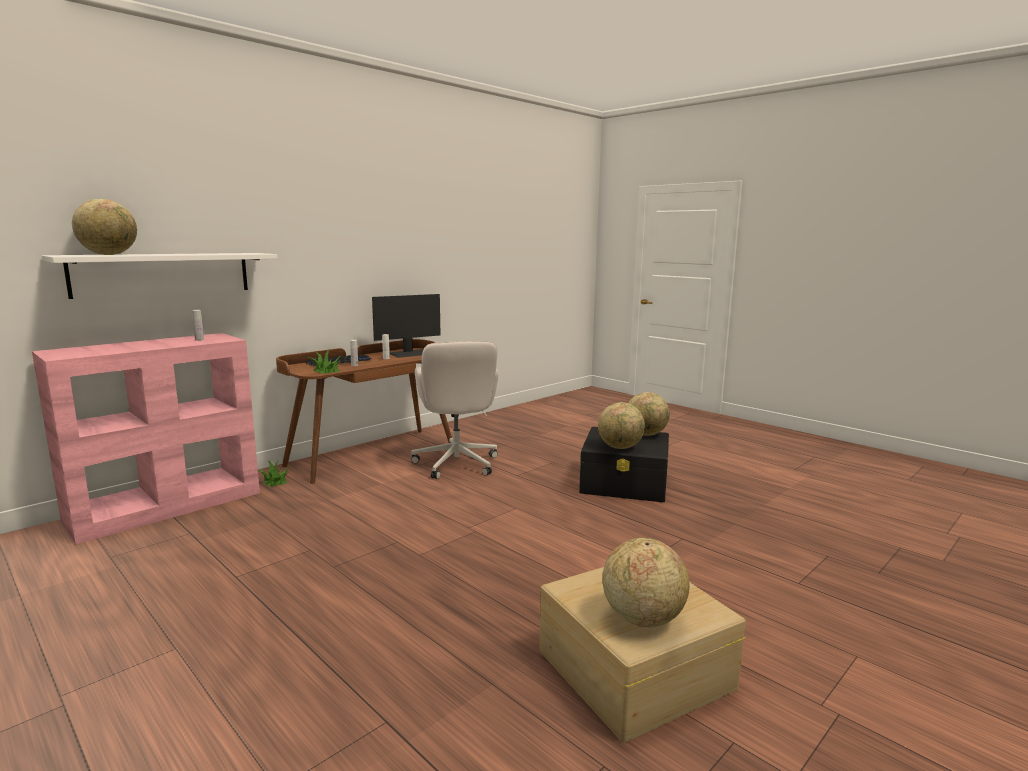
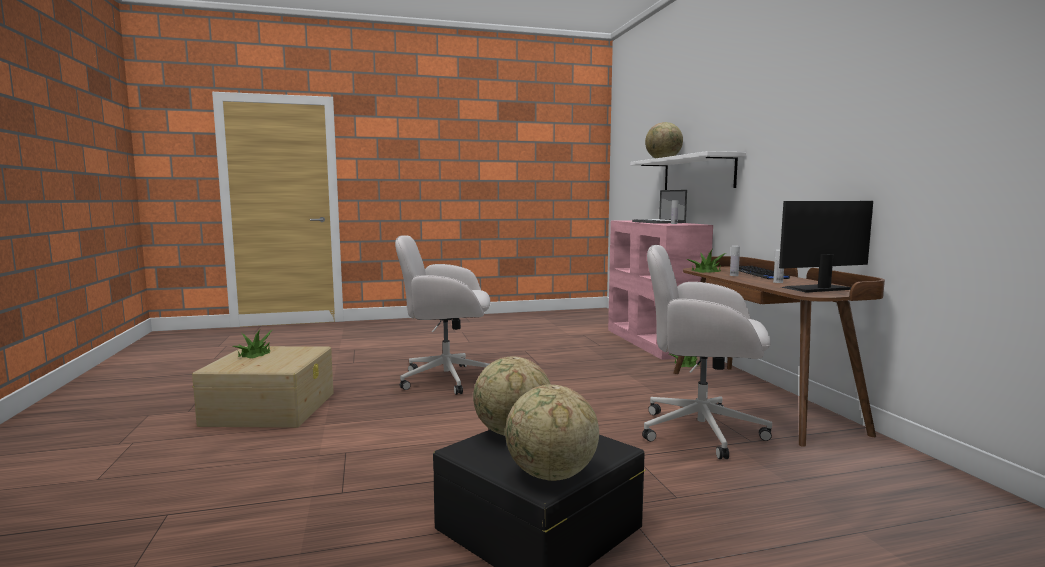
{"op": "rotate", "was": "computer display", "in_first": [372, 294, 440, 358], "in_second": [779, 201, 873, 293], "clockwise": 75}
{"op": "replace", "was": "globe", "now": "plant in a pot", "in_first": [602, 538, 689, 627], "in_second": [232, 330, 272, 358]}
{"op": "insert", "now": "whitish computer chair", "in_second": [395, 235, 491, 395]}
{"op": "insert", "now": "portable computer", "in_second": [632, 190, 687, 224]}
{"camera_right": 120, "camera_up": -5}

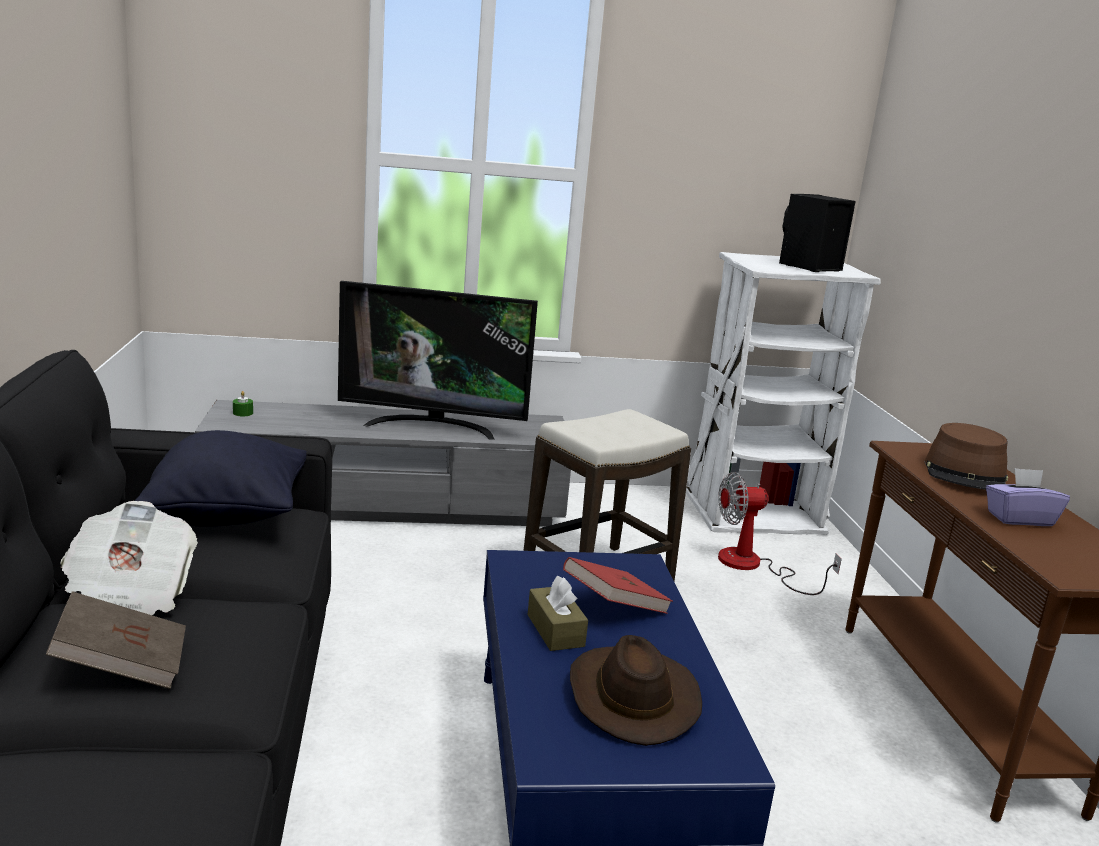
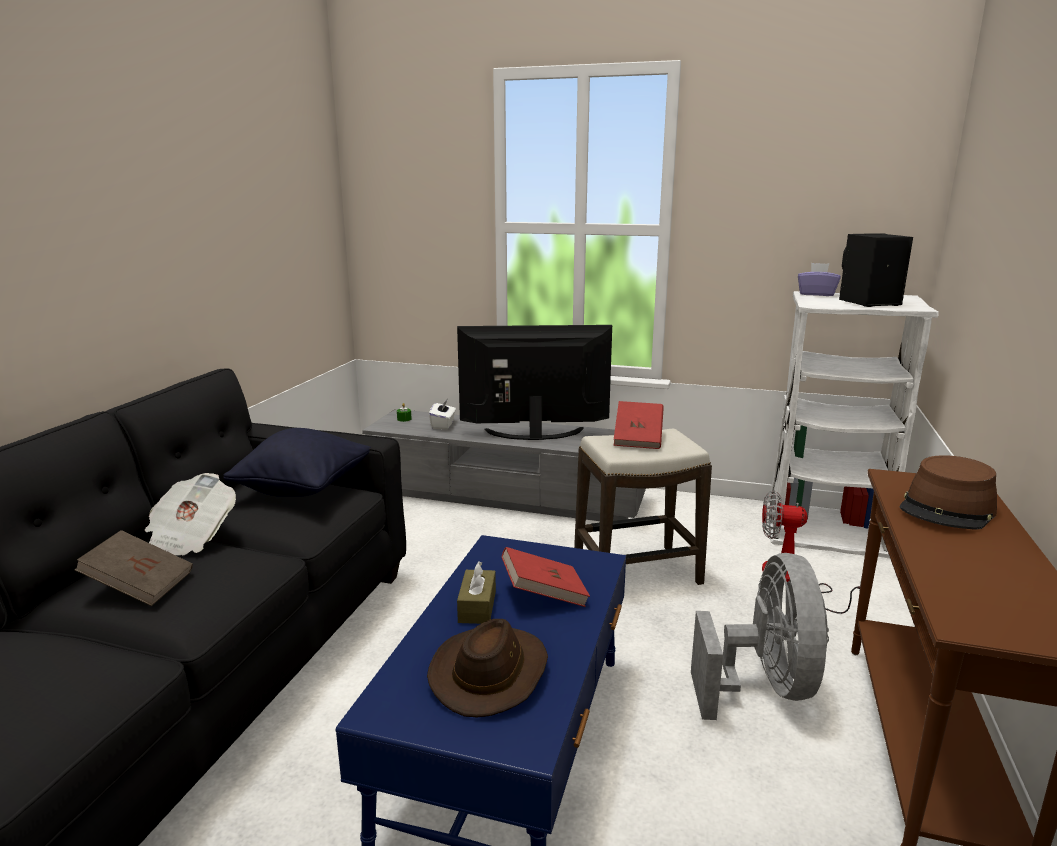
{"op": "rotate", "was": "TV set", "in_first": [338, 281, 538, 440], "in_second": [457, 325, 612, 440], "clockwise": 150}
{"op": "move", "was": "purple box of tissues", "in_first": [986, 468, 1070, 526], "in_second": [798, 263, 841, 296]}
{"op": "insert", "now": "whitish box of tissues", "in_second": [429, 399, 456, 429]}
{"op": "insert", "now": "red-coloured volume", "in_second": [614, 401, 664, 449]}
{"op": "insert", "now": "greyish cooling fan", "in_second": [691, 553, 829, 720]}
{"camera_right": 25, "camera_up": 0}

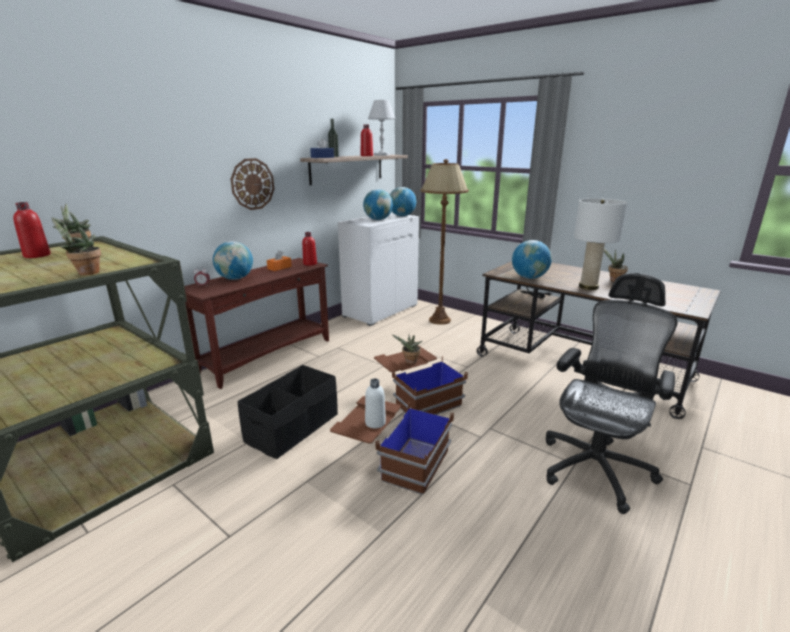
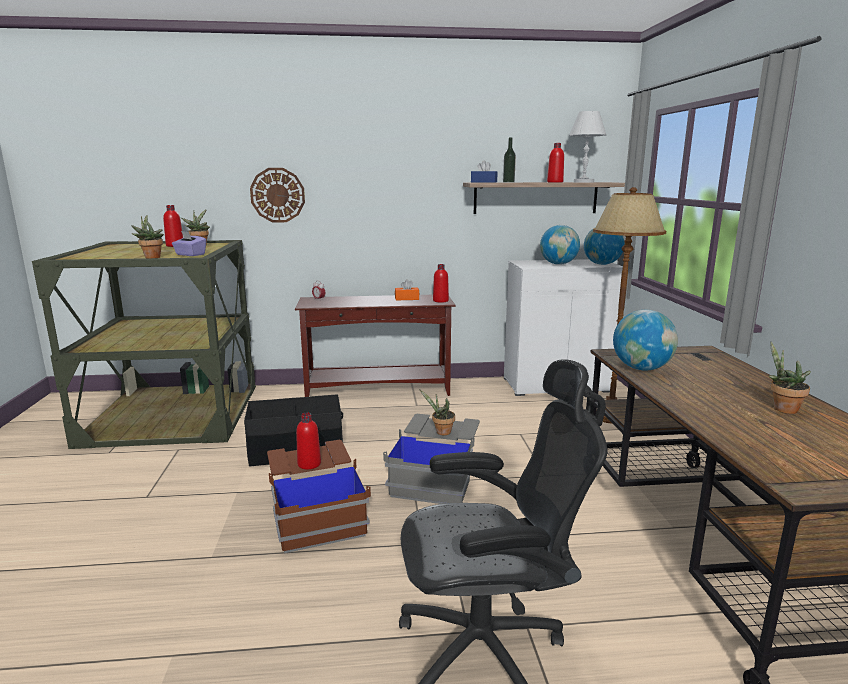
{"op": "delete", "was": "globe", "in_first": [213, 241, 253, 280]}
{"op": "move", "was": "clock on the wall", "in_first": [231, 158, 274, 210], "in_second": [250, 168, 305, 222]}
{"op": "recolor", "was": "whitish bottle", "now": "red-coloured bottle", "in_first": [365, 378, 386, 428], "in_second": [296, 412, 321, 469]}
{"op": "recolor", "was": "brownish storage container", "now": "greyish storage container", "in_first": [374, 345, 468, 415], "in_second": [383, 414, 480, 504]}
{"op": "delete", "was": "whitish tabletop lamp", "in_first": [574, 198, 627, 290]}
{"op": "insert", "now": "purple box of tissues", "in_second": [172, 231, 206, 256]}
{"camera_right": 45, "camera_up": -5}

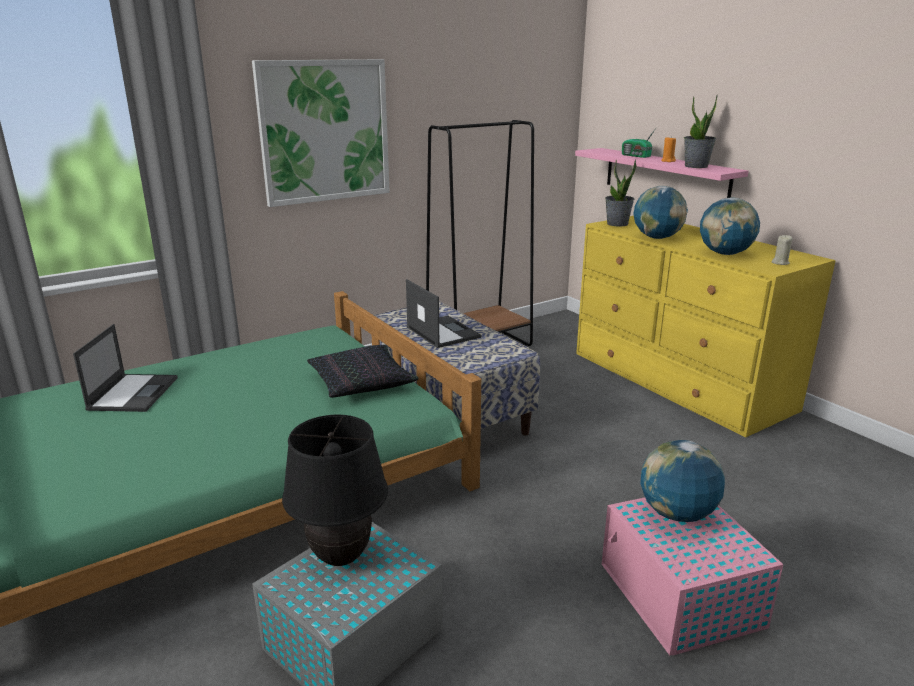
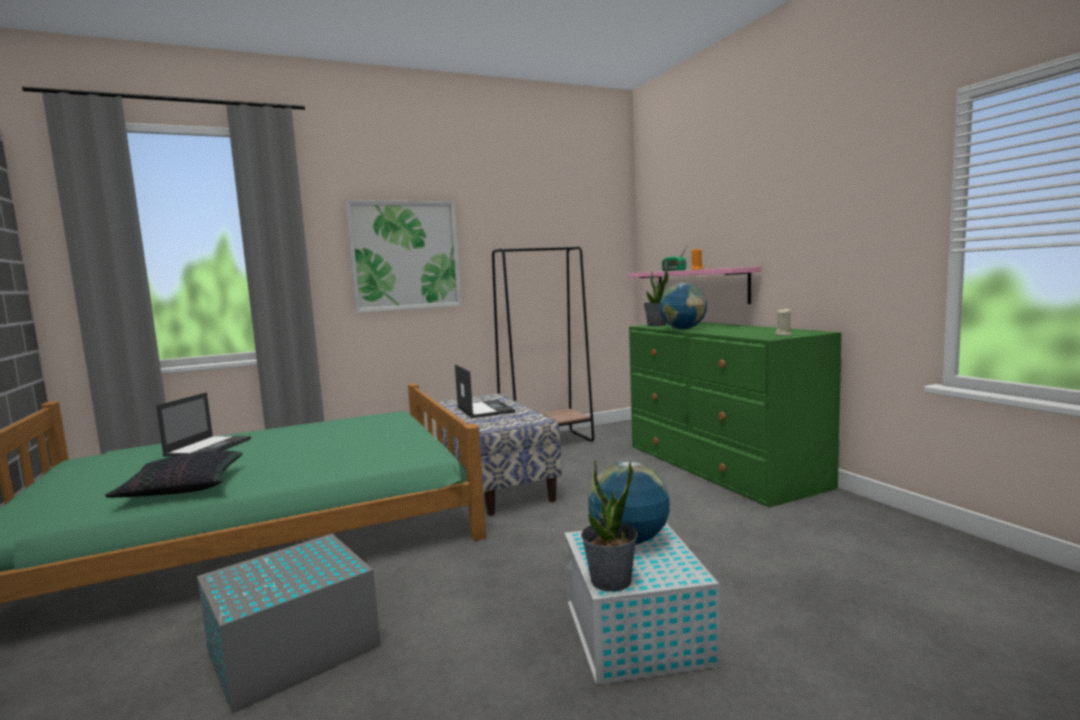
{"op": "delete", "was": "black tabletop lamp", "in_first": [282, 415, 388, 566]}
{"op": "move", "was": "black throw pillow", "in_first": [307, 345, 419, 398], "in_second": [105, 451, 243, 498]}
{"op": "recolor", "was": "yellow-coloured drawer chest", "now": "greenish drawer chest", "in_first": [576, 216, 836, 437], "in_second": [629, 322, 842, 507]}
{"op": "recolor", "was": "pink-coloured storage container", "now": "whitish storage container", "in_first": [602, 497, 783, 655], "in_second": [564, 523, 720, 684]}
{"op": "move", "was": "plant in a pot", "in_first": [684, 95, 718, 168], "in_second": [581, 459, 637, 592]}
{"op": "delete", "was": "globe", "in_first": [700, 198, 760, 255]}
{"camera_right": 10, "camera_up": -15}

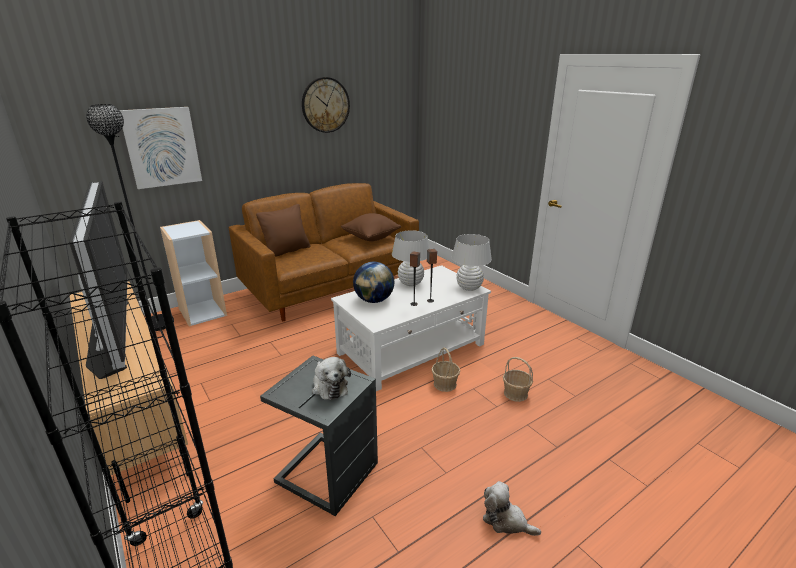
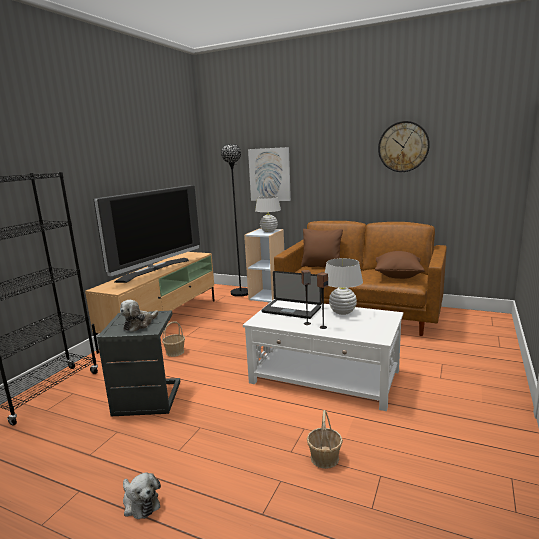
{"op": "replace", "was": "globe", "now": "portable computer", "in_first": [353, 262, 395, 303], "in_second": [262, 271, 322, 319]}
{"op": "move", "was": "household basket", "in_first": [431, 347, 460, 392], "in_second": [162, 321, 185, 357]}
{"op": "move", "was": "whitish tabletop lamp", "in_first": [452, 234, 492, 291], "in_second": [255, 196, 281, 232]}
{"op": "rotate", "was": "cuddly toy", "in_first": [483, 481, 541, 536], "in_second": [123, 473, 161, 519], "clockwise": 135}
{"camera_right": 60, "camera_up": -10}

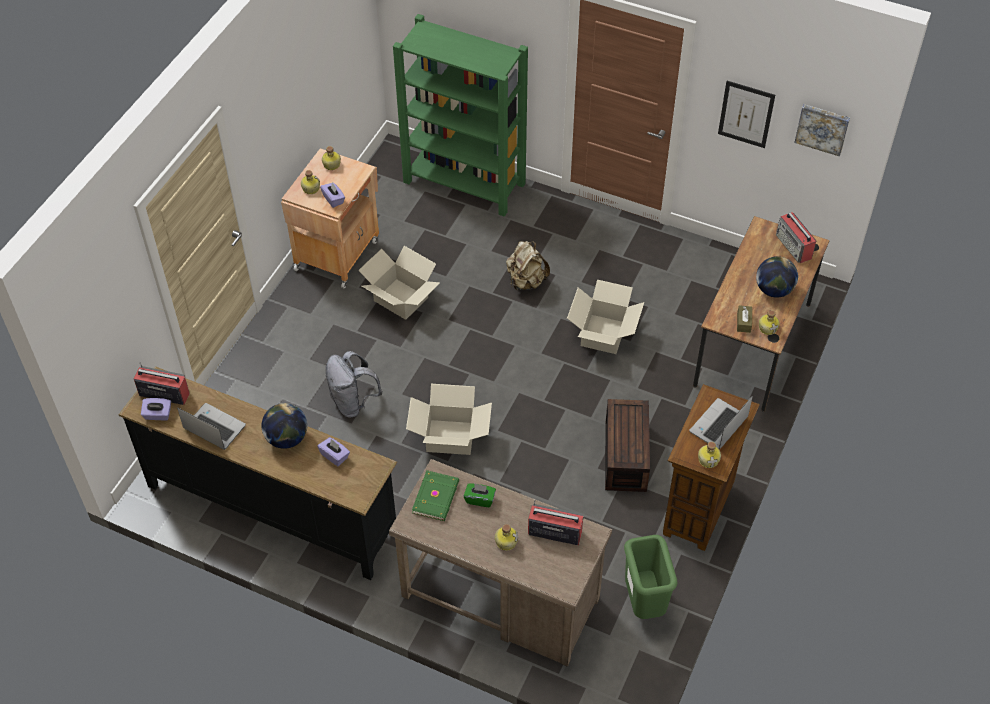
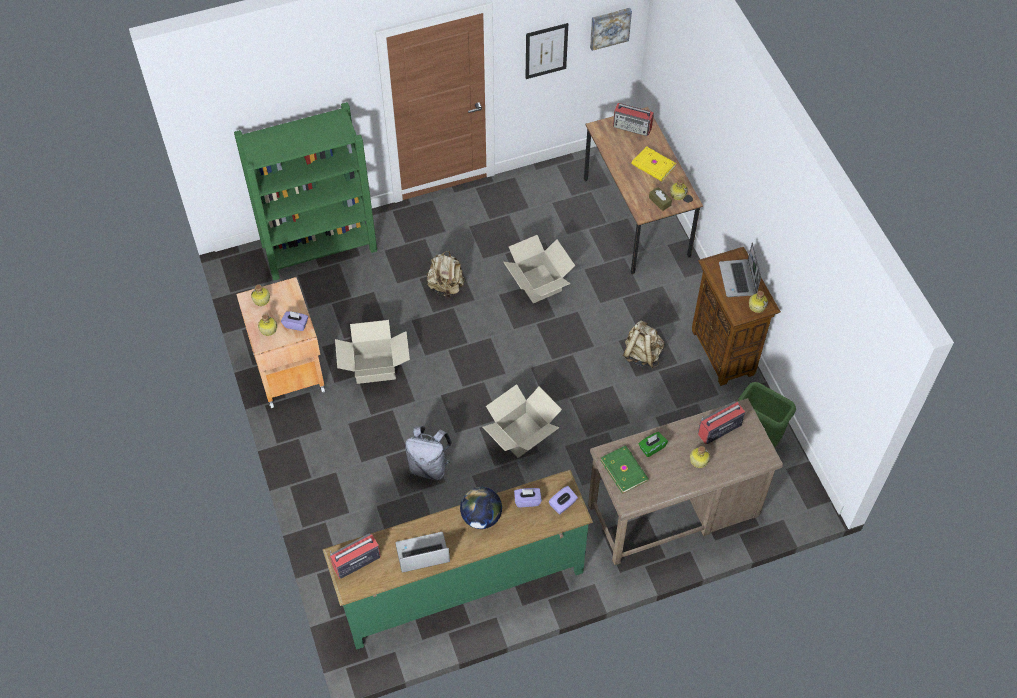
{"op": "recolor", "was": "black cabinet", "now": "greenish cabinet", "in_first": [118, 366, 397, 580], "in_second": [323, 470, 593, 650]}
{"op": "move", "was": "purple box of tissues", "in_first": [141, 398, 171, 420], "in_second": [549, 486, 578, 514]}
{"op": "replace", "was": "brownish storage container", "now": "beige knapsack", "in_first": [605, 399, 650, 492], "in_second": [623, 320, 665, 369]}
{"op": "replace", "was": "globe", "now": "yellow-coloured volume", "in_first": [756, 256, 798, 298], "in_second": [631, 146, 676, 181]}
{"camera_right": -45, "camera_up": 5}

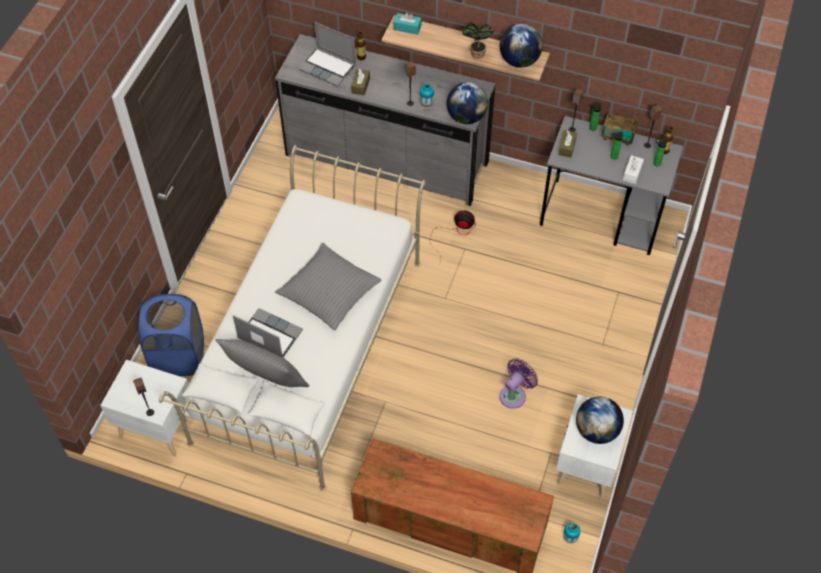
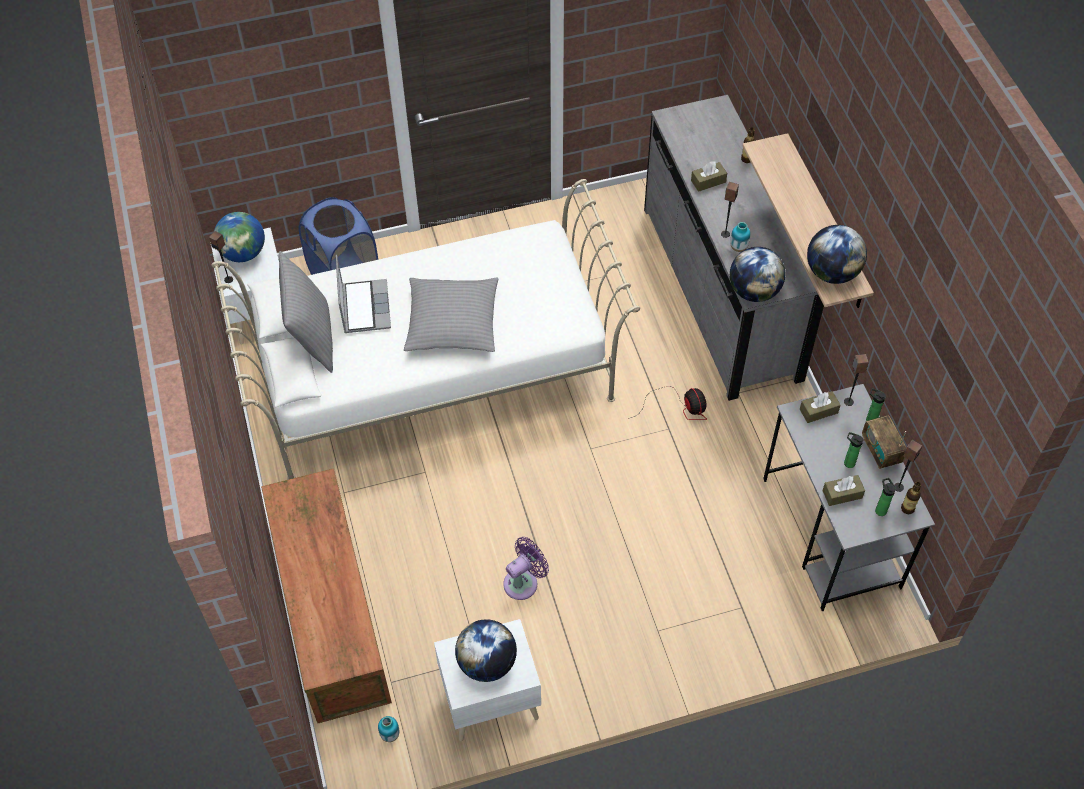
{"op": "delete", "was": "portable computer", "in_first": [298, 22, 356, 87]}
{"op": "delete", "was": "turquoise-coloured box of tissues", "in_first": [394, 12, 421, 35]}
{"op": "delete", "was": "plant in a pot", "in_first": [461, 22, 495, 59]}
{"op": "rotate", "was": "purple cooling fan", "in_first": [499, 358, 538, 409], "in_second": [503, 537, 549, 600], "clockwise": -45}
{"op": "recolor", "was": "whitish box of tissues", "now": "brownish box of tissues", "in_first": [623, 155, 644, 184], "in_second": [822, 475, 865, 506]}
{"op": "insert", "now": "globe", "in_second": [214, 212, 265, 262]}
{"camera_right": 55, "camera_up": 0}

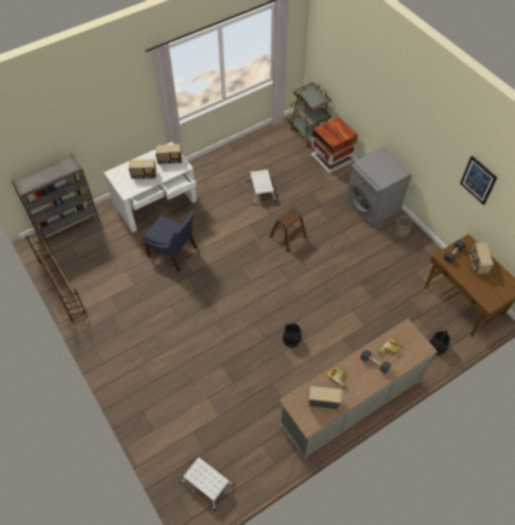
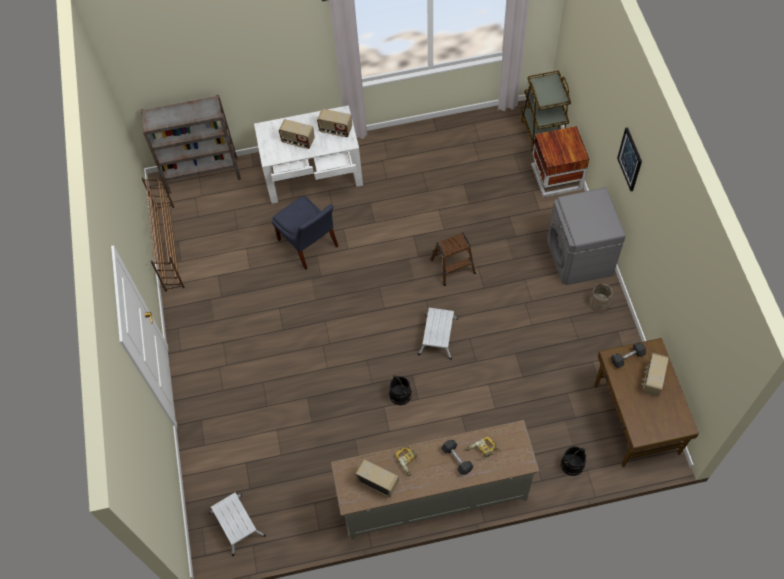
{"op": "move", "was": "whitish step stool", "in_first": [247, 169, 277, 205], "in_second": [418, 308, 459, 360]}
{"op": "move", "was": "picture", "in_first": [460, 156, 497, 205], "in_second": [617, 127, 642, 191]}
{"camera_right": 25, "camera_up": 5}

